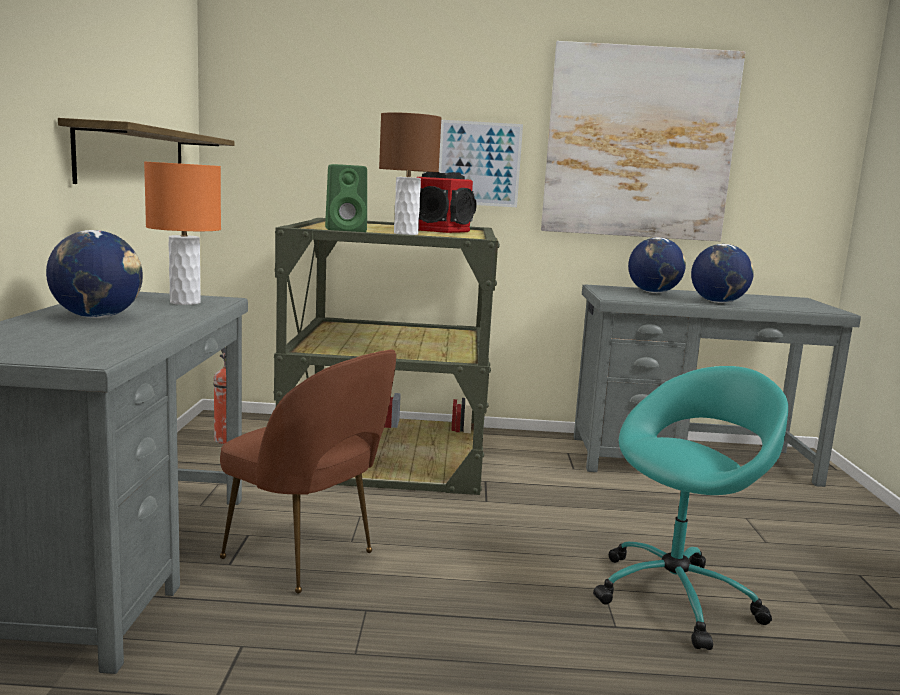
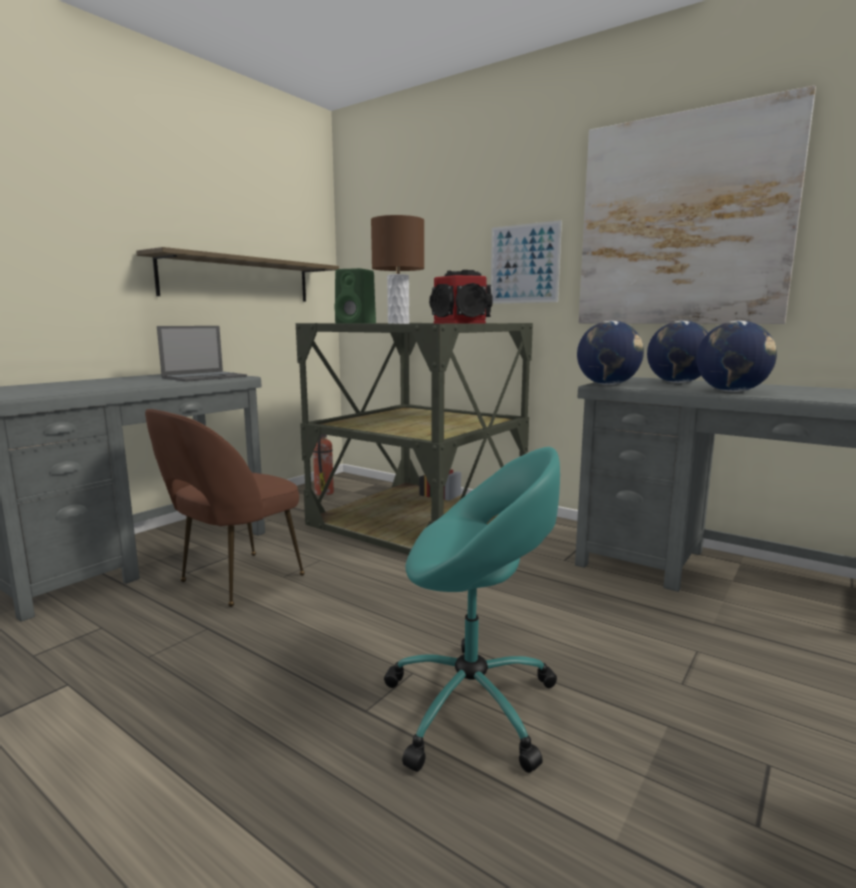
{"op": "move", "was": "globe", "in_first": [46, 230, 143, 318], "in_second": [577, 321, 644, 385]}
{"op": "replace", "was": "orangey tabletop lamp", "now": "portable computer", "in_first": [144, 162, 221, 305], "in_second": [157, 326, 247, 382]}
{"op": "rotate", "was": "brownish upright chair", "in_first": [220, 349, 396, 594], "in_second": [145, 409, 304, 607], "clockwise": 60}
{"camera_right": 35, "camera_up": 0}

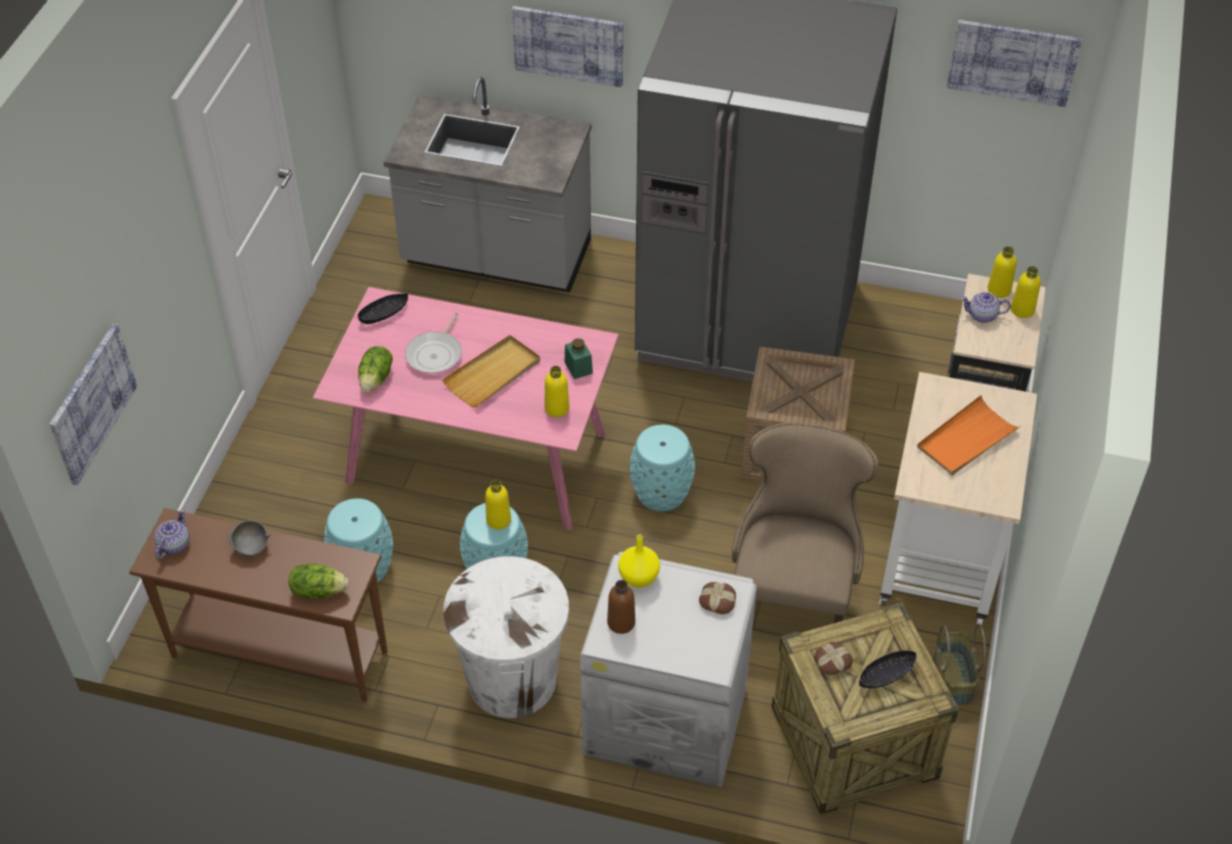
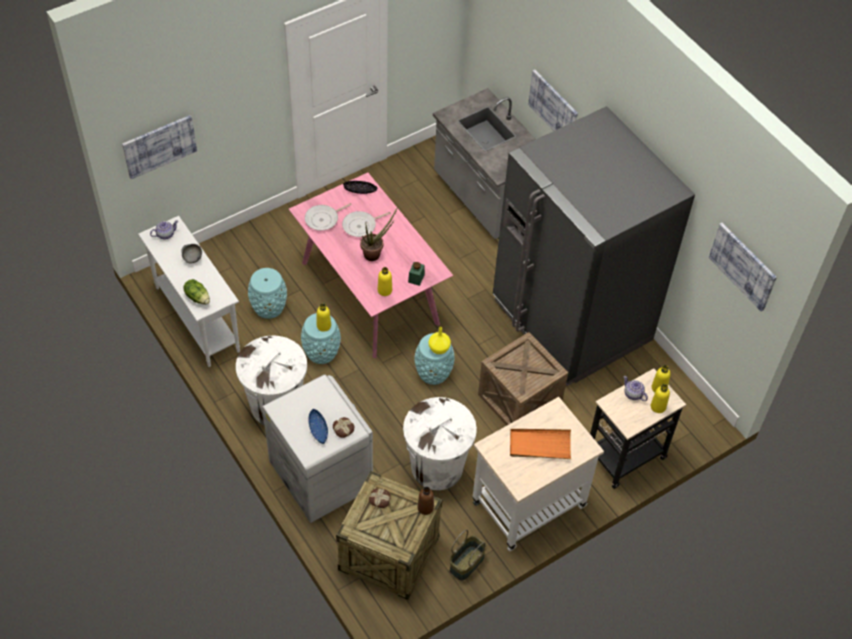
{"op": "recolor", "was": "brownish console table", "now": "whitish console table", "in_first": [129, 508, 387, 702], "in_second": [138, 216, 240, 367]}
{"op": "replace", "was": "lettuce head", "now": "skillet", "in_first": [358, 346, 393, 392], "in_second": [305, 203, 352, 231]}
{"op": "replace", "was": "beige serving tray", "now": "plant in a pot", "in_first": [442, 335, 540, 407], "in_second": [360, 207, 398, 261]}
{"op": "move", "was": "brownish bottle", "in_first": [607, 580, 635, 634], "in_second": [418, 487, 434, 515]}
{"op": "move", "was": "yellow-coloured flower vase", "in_first": [618, 535, 660, 588], "in_second": [428, 327, 451, 354]}
{"op": "replace", "was": "beige upright chair", "now": "whitish waste bin", "in_first": [732, 422, 879, 623], "in_second": [403, 397, 477, 490]}
{"op": "delete", "was": "black bowl", "in_first": [859, 650, 916, 688]}
{"op": "insert", "now": "bluish bowl", "in_second": [308, 409, 328, 444]}
{"camera_right": 40, "camera_up": 5}

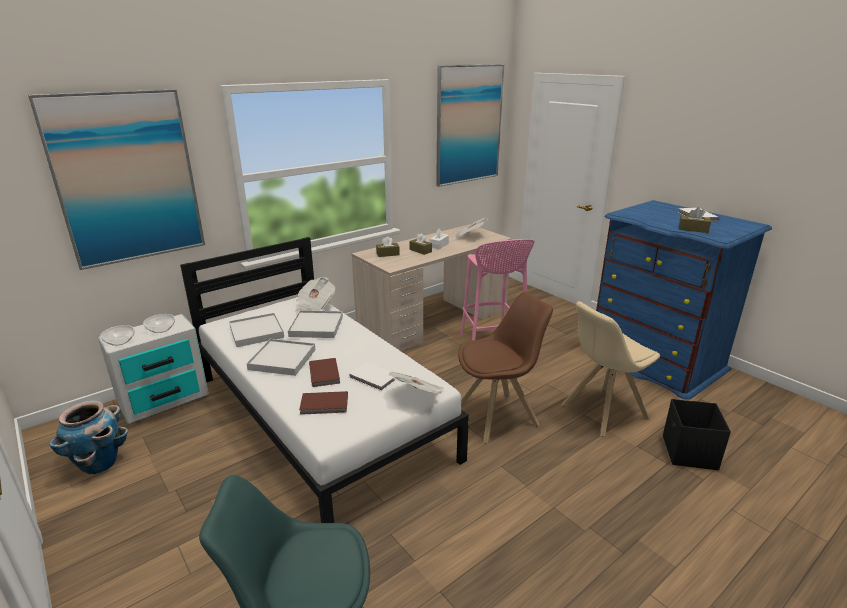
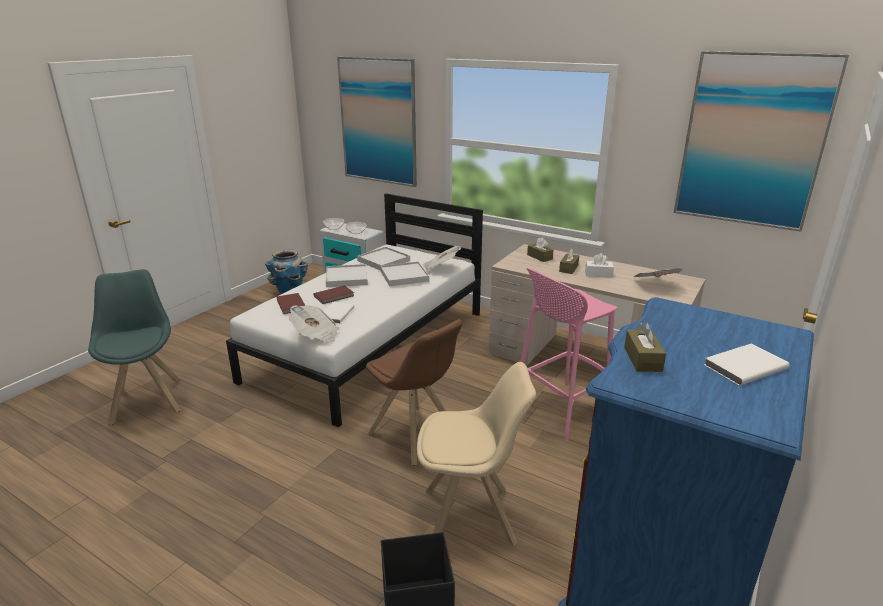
{"op": "rotate", "was": "beige upright chair", "in_first": [562, 301, 660, 437], "in_second": [417, 362, 536, 546], "clockwise": 135}
{"camera_right": 70, "camera_up": 0}

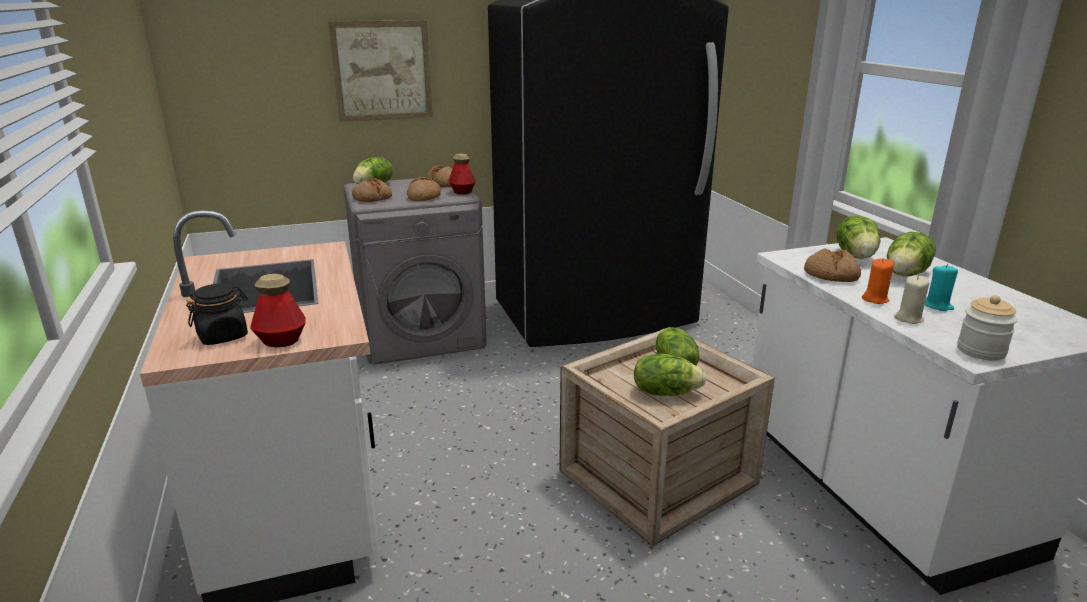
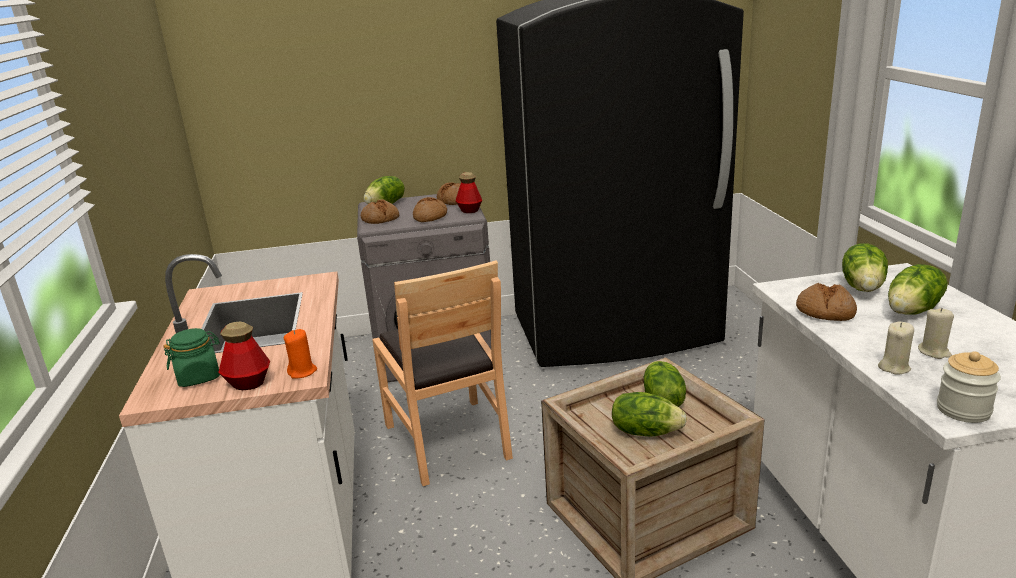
{"op": "recolor", "was": "black storage jar", "now": "greenish storage jar", "in_first": [186, 283, 248, 345], "in_second": [163, 328, 220, 387]}
{"op": "delete", "was": "picture", "in_first": [328, 20, 433, 122]}
{"op": "move", "was": "orangey candle", "in_first": [862, 258, 894, 304], "in_second": [284, 329, 317, 379]}
{"op": "recolor", "was": "turquoise-coloured candle", "now": "beige candle", "in_first": [925, 264, 958, 311], "in_second": [918, 308, 954, 359]}
{"op": "insert", "now": "brownish upright chair", "in_second": [372, 260, 513, 486]}
{"camera_right": 10, "camera_up": 0}

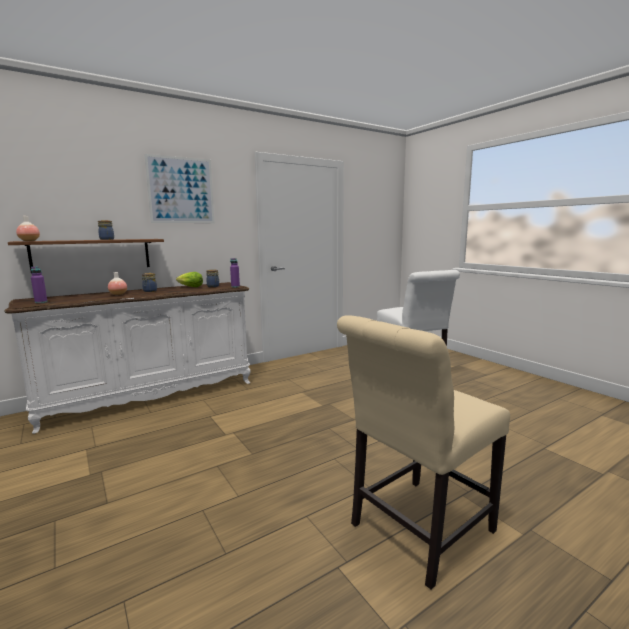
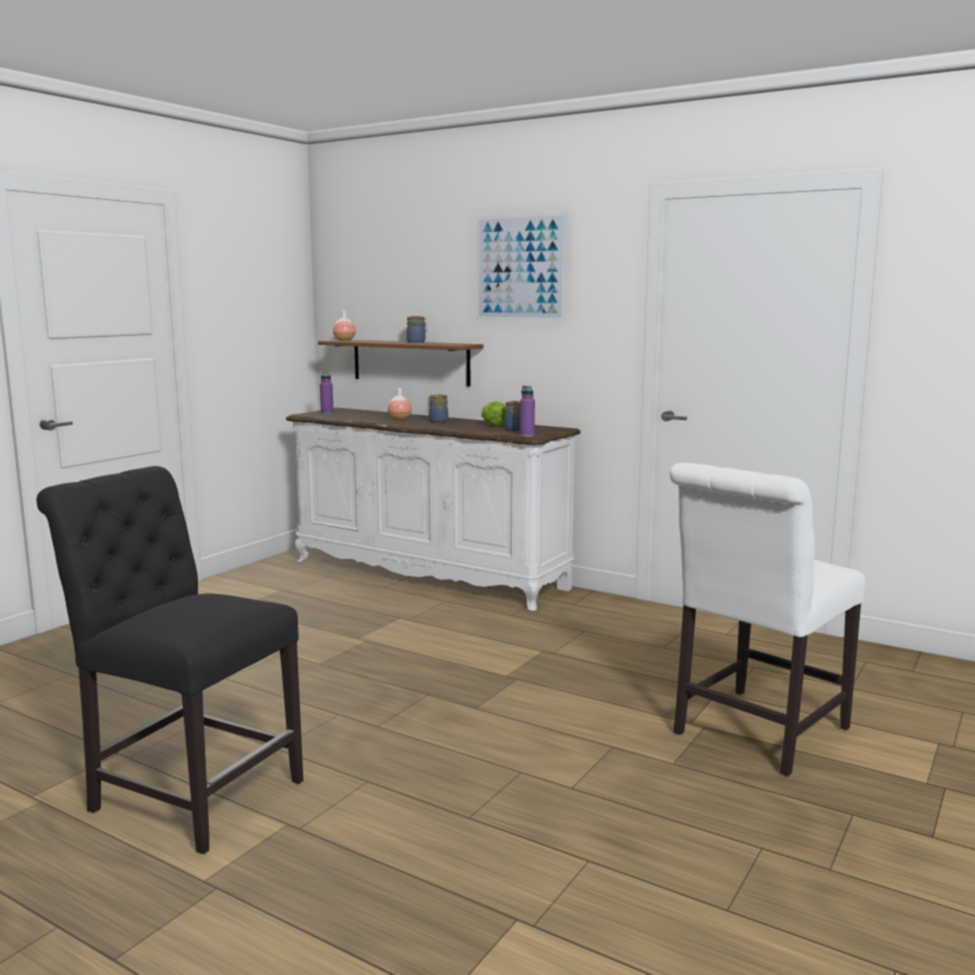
{"op": "recolor", "was": "beige upright chair", "now": "black upright chair", "in_first": [337, 315, 510, 590], "in_second": [37, 466, 303, 854]}
{"camera_right": 65, "camera_up": 0}

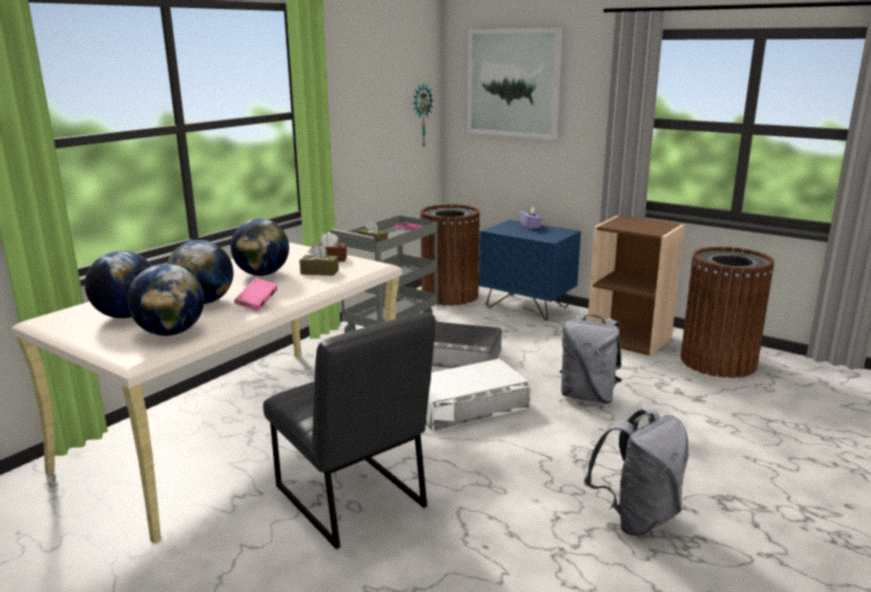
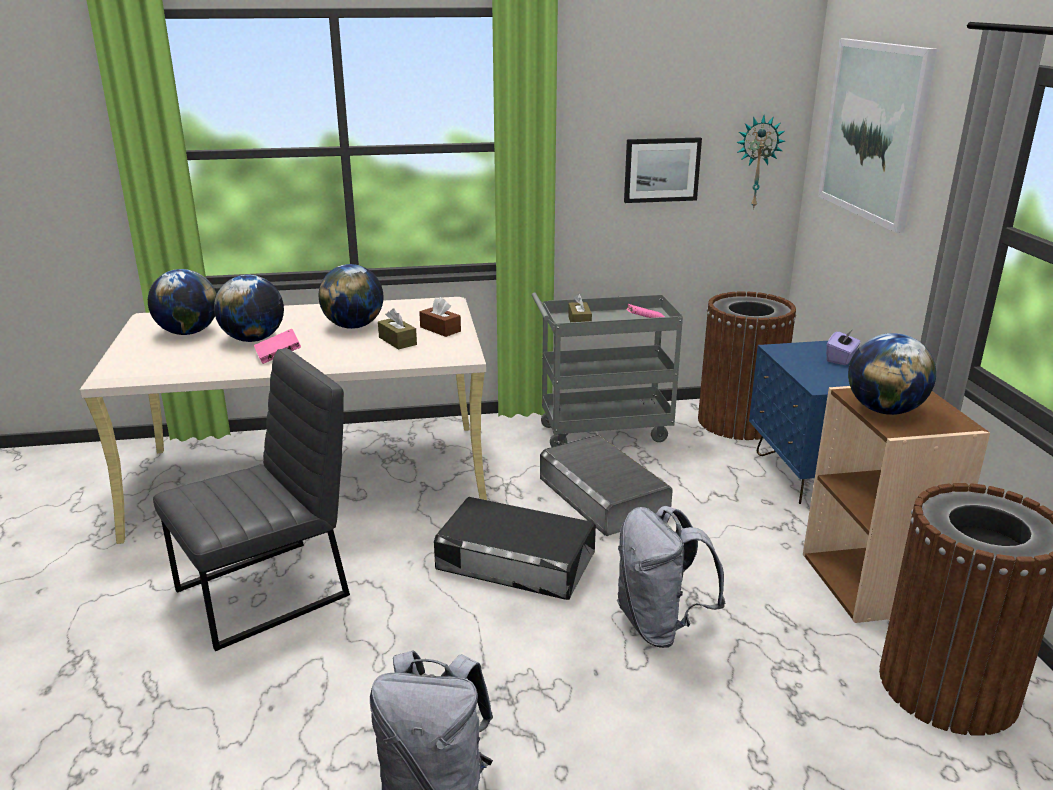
{"op": "move", "was": "globe", "in_first": [127, 264, 204, 336], "in_second": [848, 333, 936, 415]}
{"op": "rotate", "was": "greyish upright chair", "in_first": [263, 312, 436, 549], "in_second": [153, 348, 350, 651], "clockwise": -135}
{"op": "recolor", "was": "whitish storage container", "now": "black storage container", "in_first": [426, 359, 531, 431], "in_second": [434, 497, 596, 600]}
{"op": "insert", "now": "picture", "in_second": [624, 137, 702, 203]}
{"camera_right": 45, "camera_up": 5}

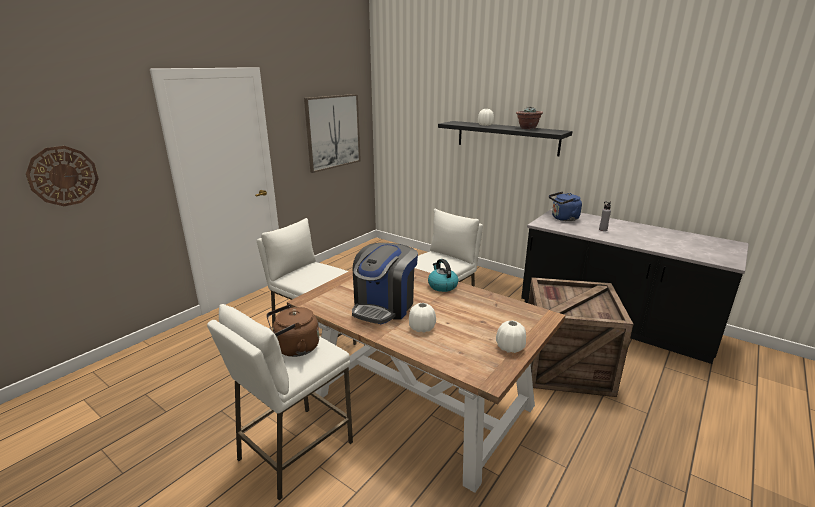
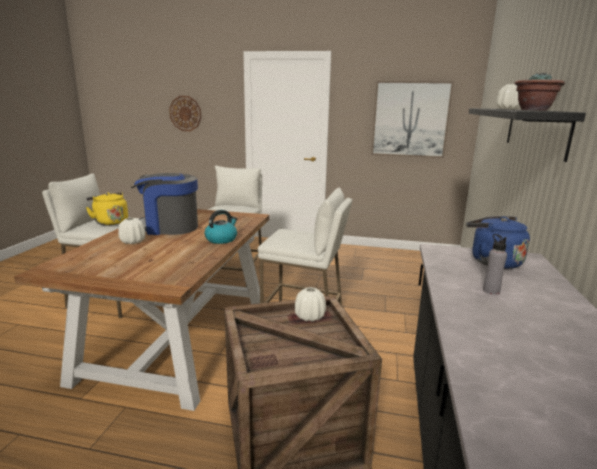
{"op": "recolor", "was": "brownish water kettle", "now": "yellow-coloured water kettle", "in_first": [266, 304, 319, 357], "in_second": [86, 192, 128, 226]}
{"op": "move", "was": "whitish flower vase", "in_first": [496, 320, 526, 353], "in_second": [295, 287, 326, 322]}
{"camera_right": 65, "camera_up": -5}

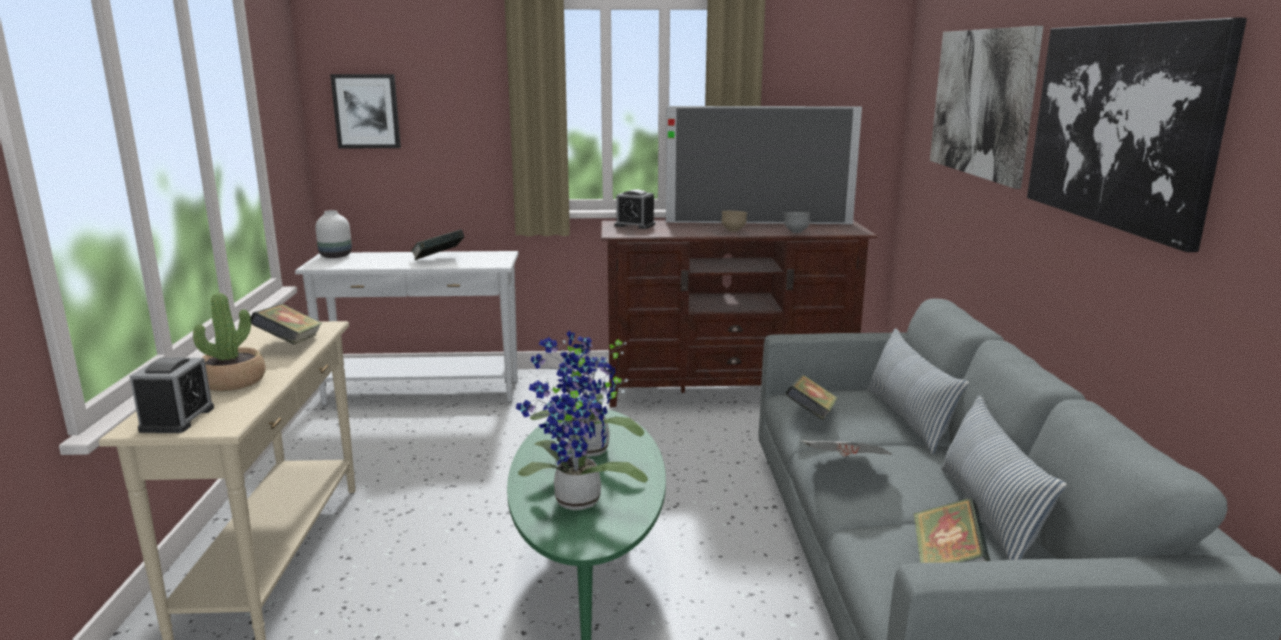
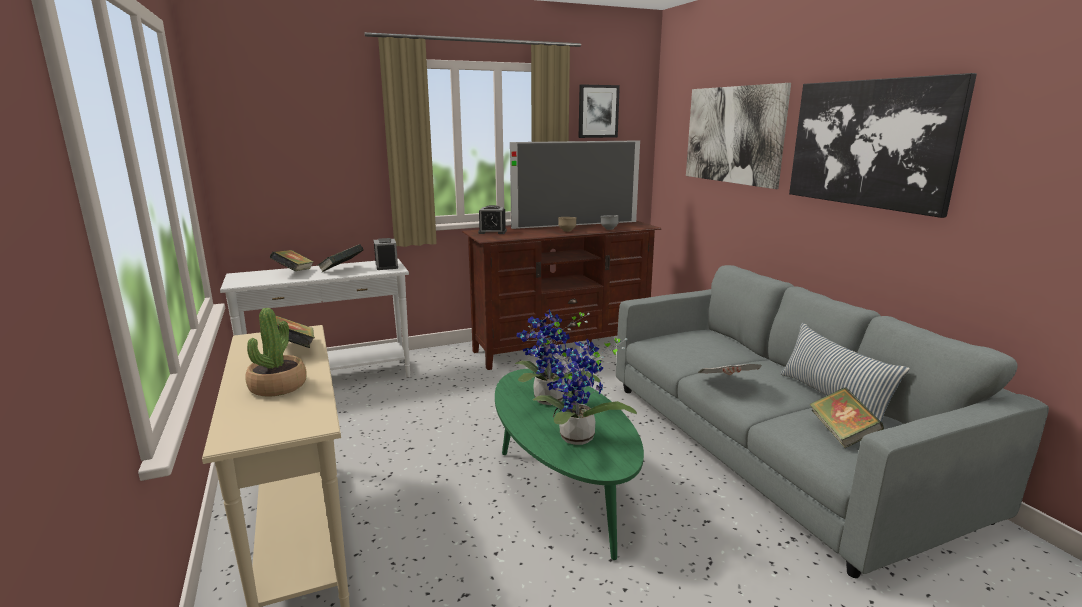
{"op": "move", "was": "alarm clock", "in_first": [130, 357, 214, 433], "in_second": [374, 238, 398, 270]}
{"op": "delete", "was": "whitish flower vase", "in_first": [315, 210, 352, 258]}
{"op": "move", "was": "picture", "in_first": [330, 74, 401, 148], "in_second": [579, 84, 620, 138]}
{"op": "move", "was": "volume", "in_first": [785, 375, 838, 420], "in_second": [270, 250, 314, 271]}
{"op": "delete", "was": "throw pillow", "in_first": [867, 328, 969, 454]}
{"camera_right": -20, "camera_up": 0}

